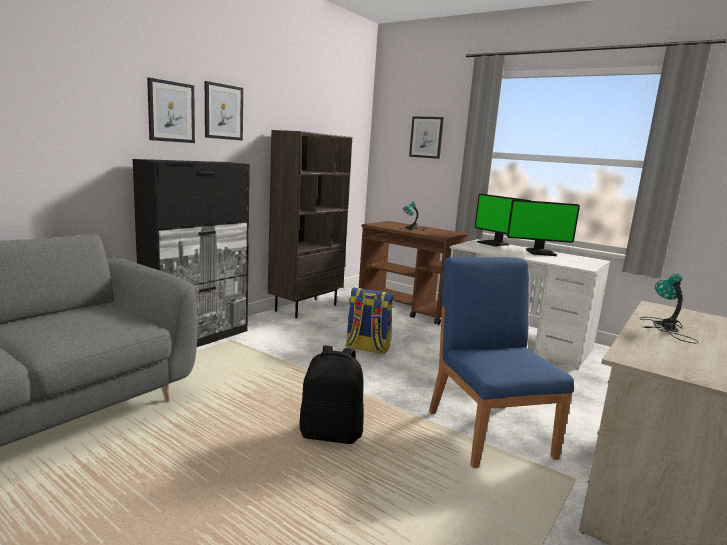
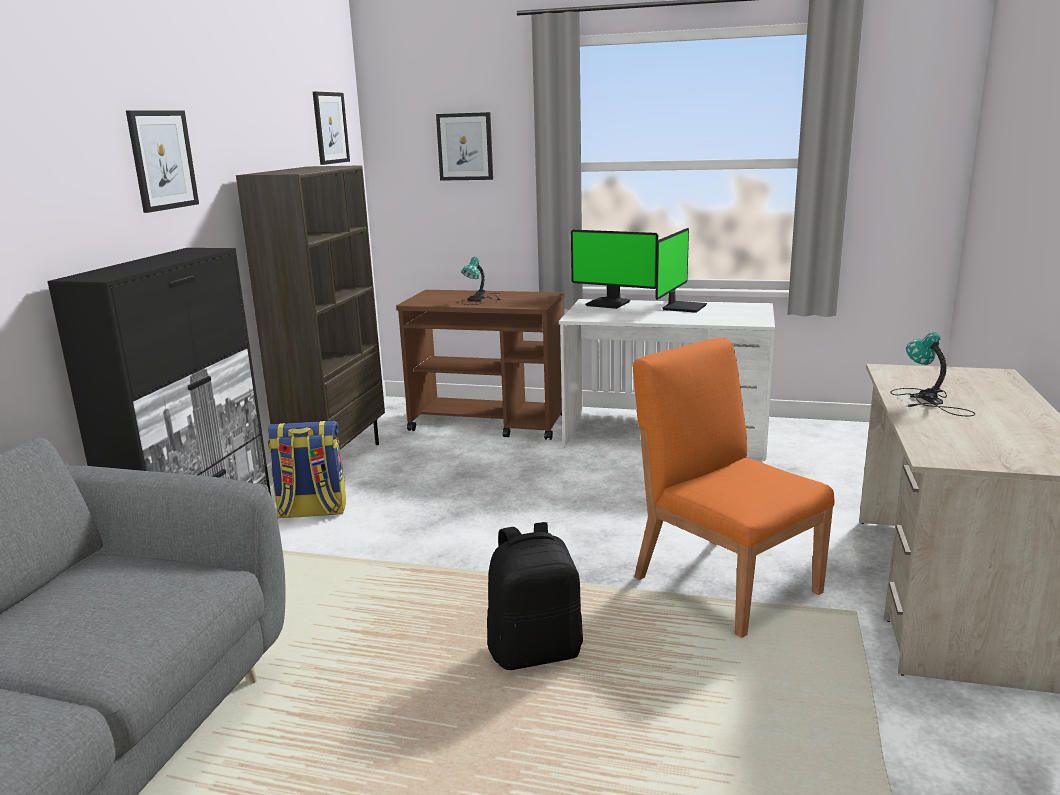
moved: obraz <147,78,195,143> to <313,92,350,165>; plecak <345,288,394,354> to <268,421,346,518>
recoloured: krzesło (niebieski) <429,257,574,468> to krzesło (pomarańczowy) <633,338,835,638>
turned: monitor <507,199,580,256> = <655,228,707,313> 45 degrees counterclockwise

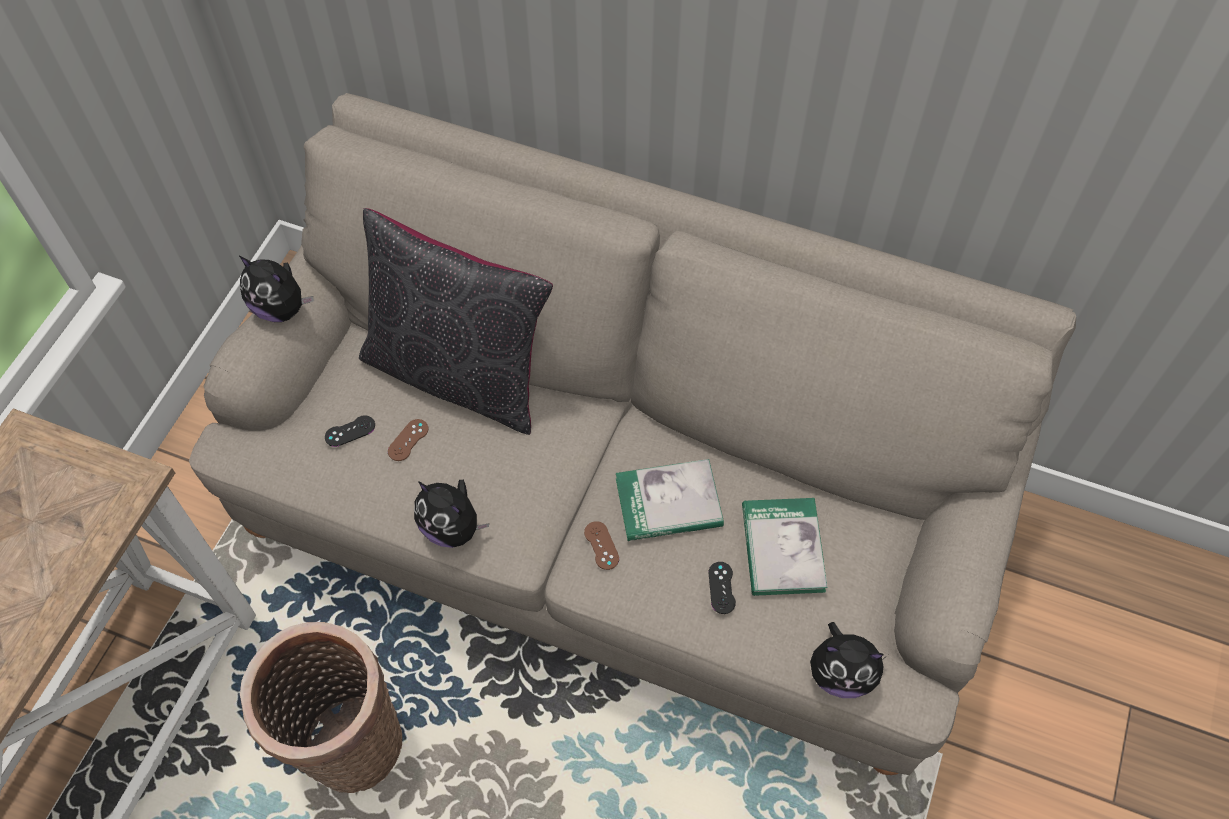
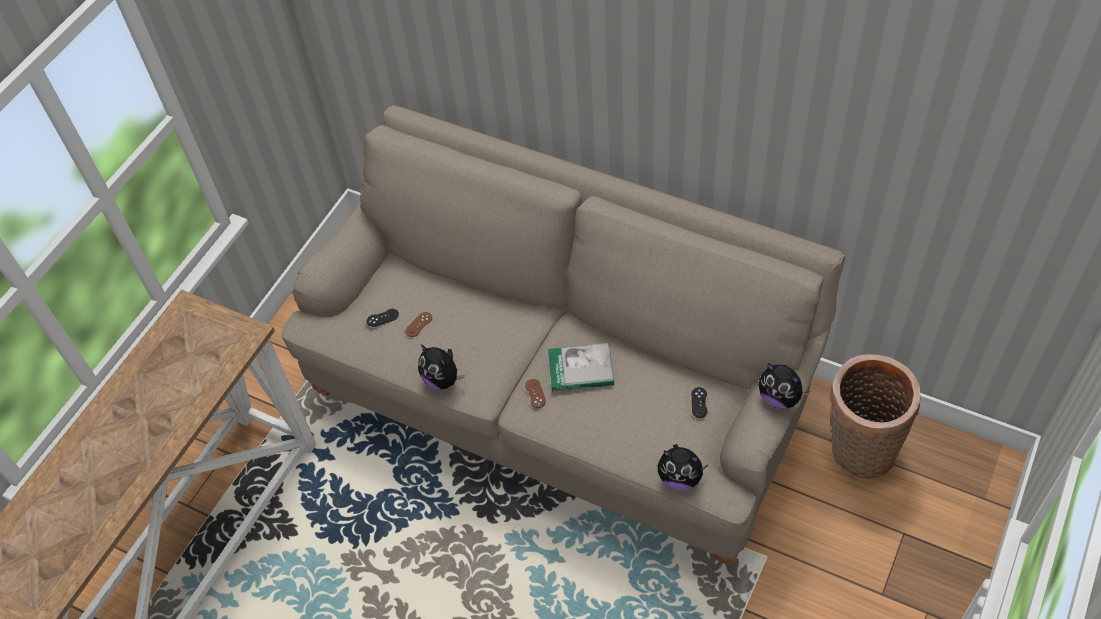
removed: poduszka (czarny) <359,208,553,435>; książka <742,498,828,596>
moved: pluszak <239,256,314,322> to <758,363,810,409>; koszyk <240,622,402,793> to <830,354,921,479>; pad do gier (czarny) <708,562,736,614> to <692,387,708,418>

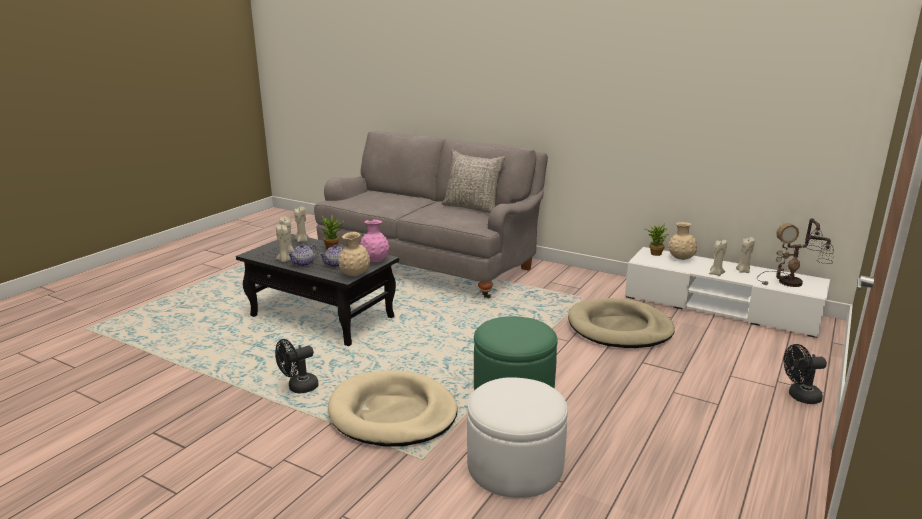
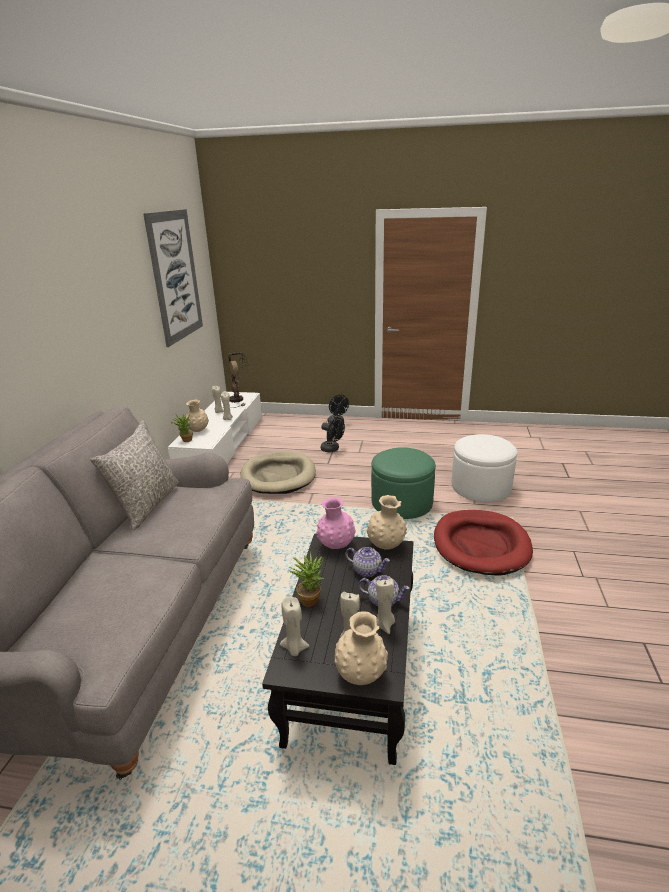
added: obraz <143,209,203,347>; wazon (beżowy) <334,612,388,685>
moved: wentylator (czarny) <275,339,318,393> to <321,417,345,452>
recoloured: legowisko (beżowy) <328,370,458,447> to legowisko (czerwony) <434,510,533,576>

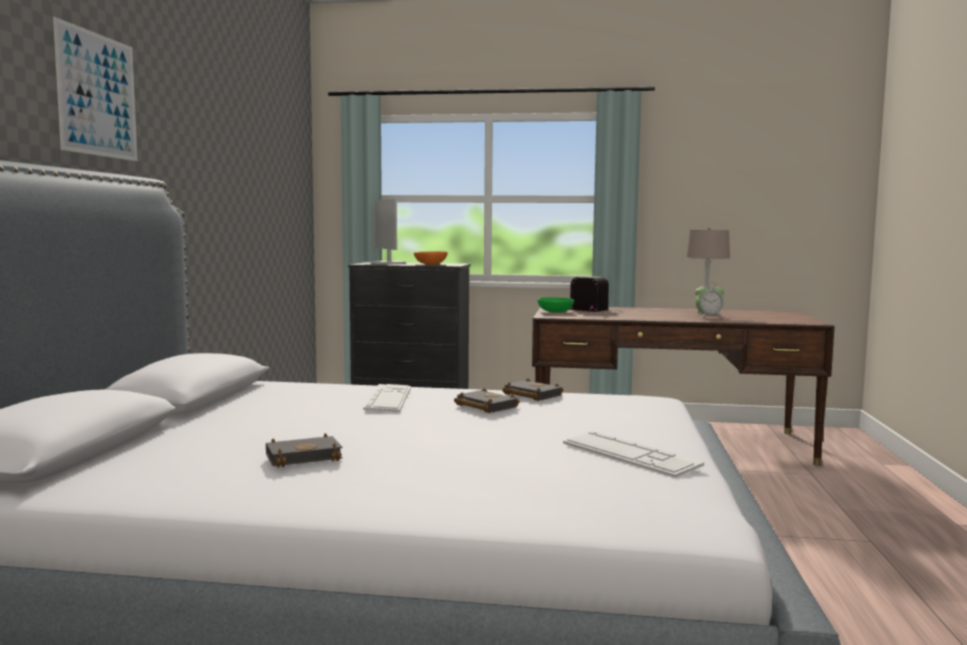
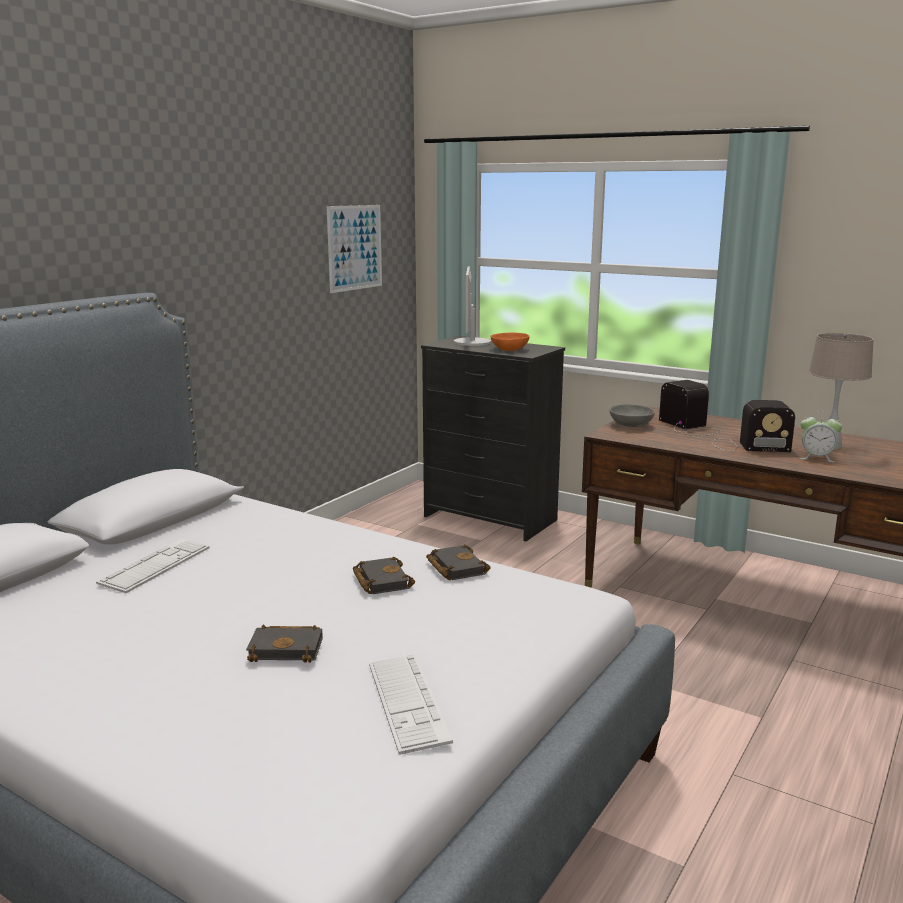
added: radio <712,400,795,452>
moved: obraz <53,17,137,161> to <327,205,382,293>; książka (czarny) <266,433,343,468> to <246,625,323,663>; klawiatura <363,384,411,412> to <96,538,209,593>
recoloured: miska (zielony) <538,297,574,313> to miska (szary) <610,404,655,427>

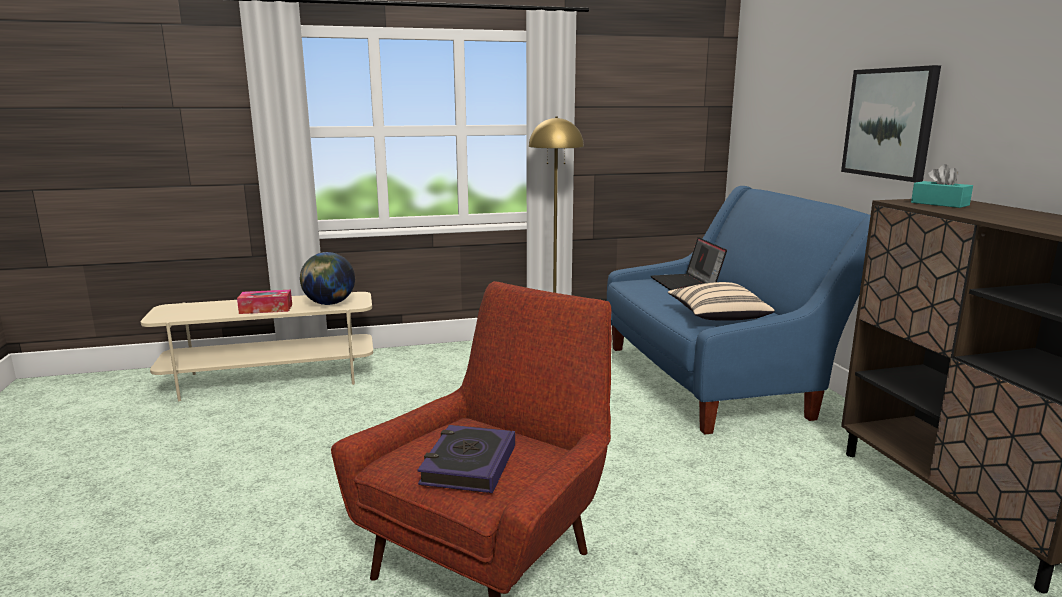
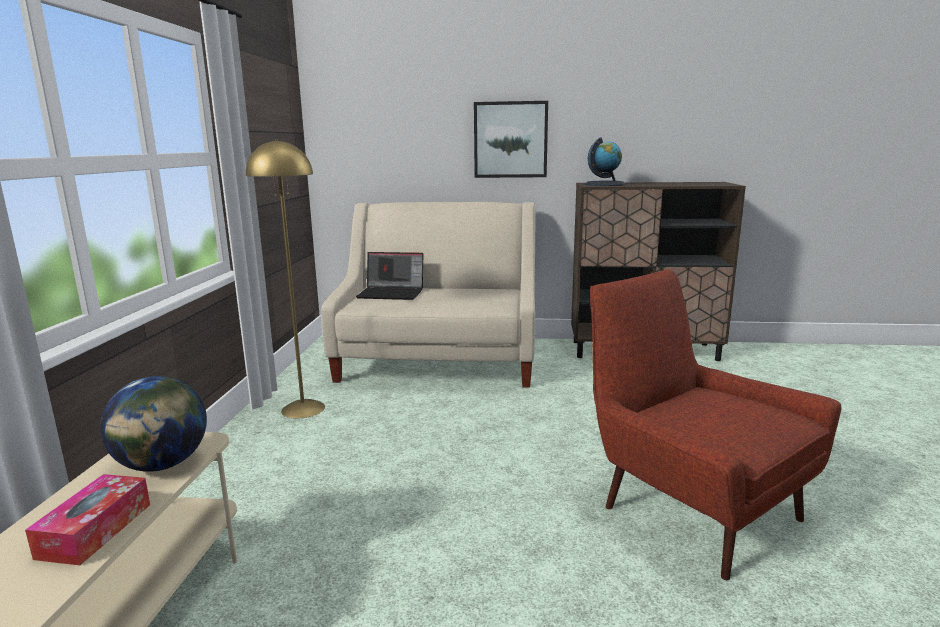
removed: książka <417,425,515,493>; poduszka (beżowy) <668,282,775,321>
replaced: pudełko chusteczek (turkusowy) <911,164,973,208> to globus <585,137,626,186>
recoloured: kanapa (niebieski) <607,186,871,435> to kanapa (beżowy) <321,202,536,388>

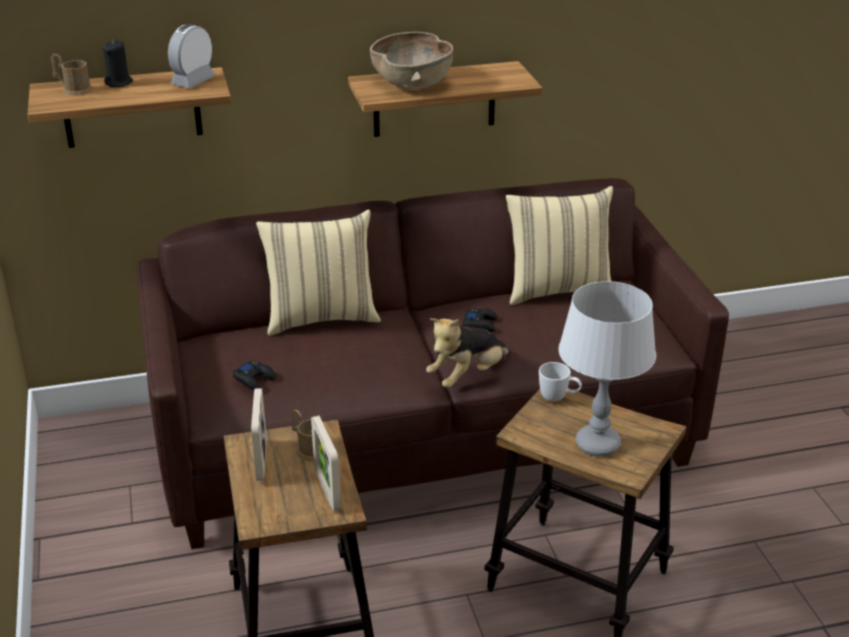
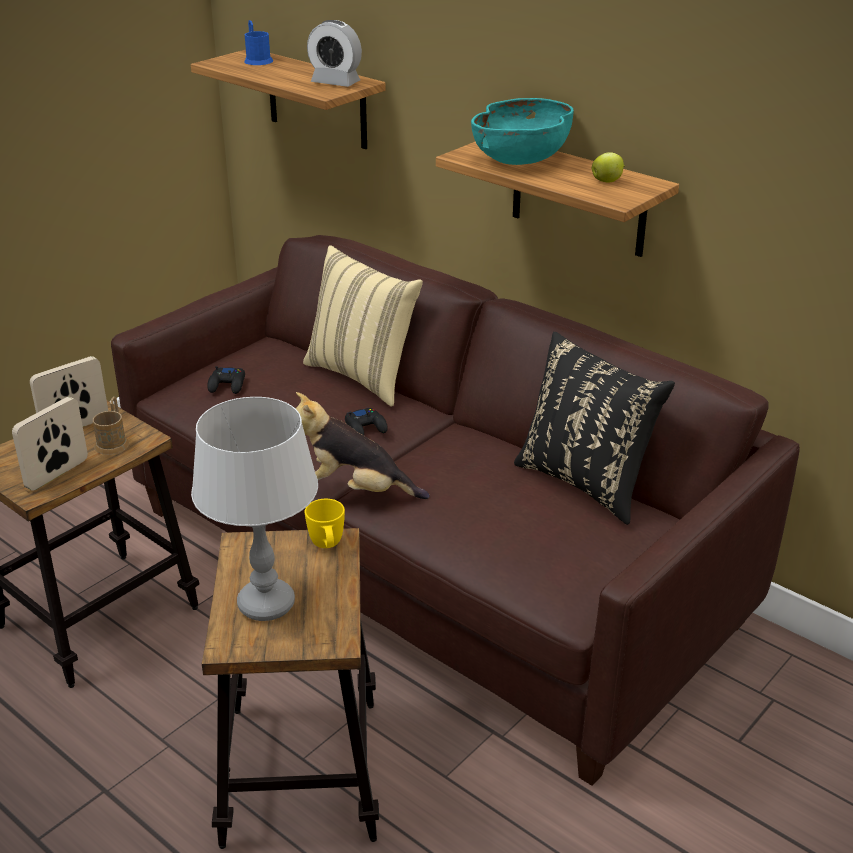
removed: świeca (czarny) <102,40,133,87>
added: jabłko <592,152,625,183>
moved: pad do gier (czarny) <463,309,497,332> to <345,408,388,435>
recoloured: kubek (brązowy) <51,54,93,96> to kubek (niebieski) <244,20,273,65>; miska (brązowy) <370,32,453,90> to miska (turkusowy) <471,98,574,165>; poduszka (beżowy) <506,186,613,305> to poduszka (czarny) <514,332,675,525>; kubek (biały) <539,362,582,401> to kubek (żółty) <305,499,345,548>
turned: budzik <168,24,215,88> = <307,20,362,87> 150 degrees counterclockwise

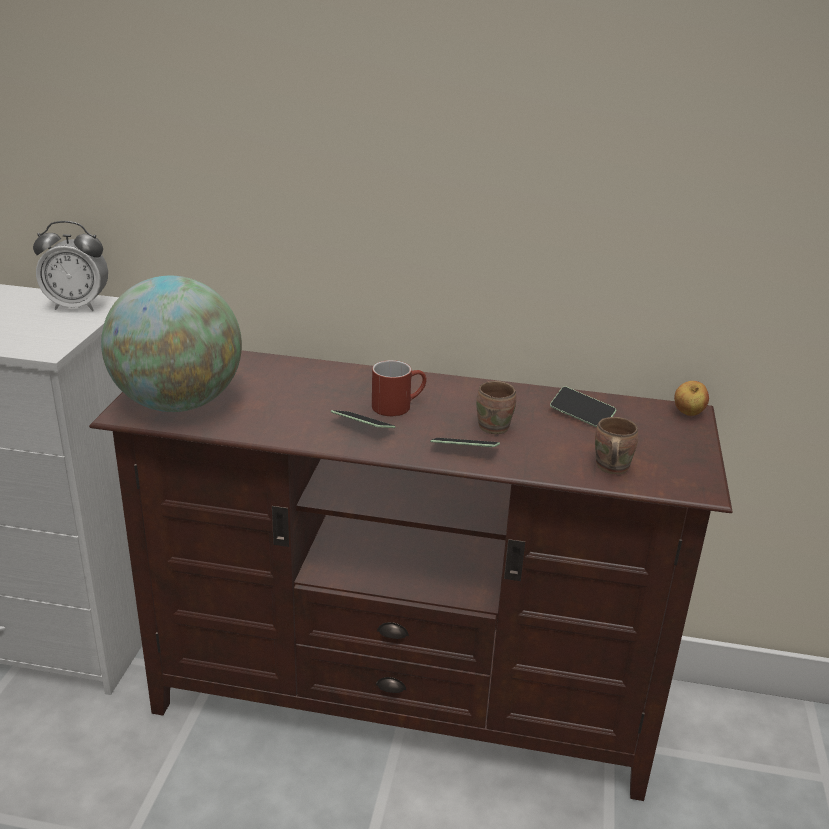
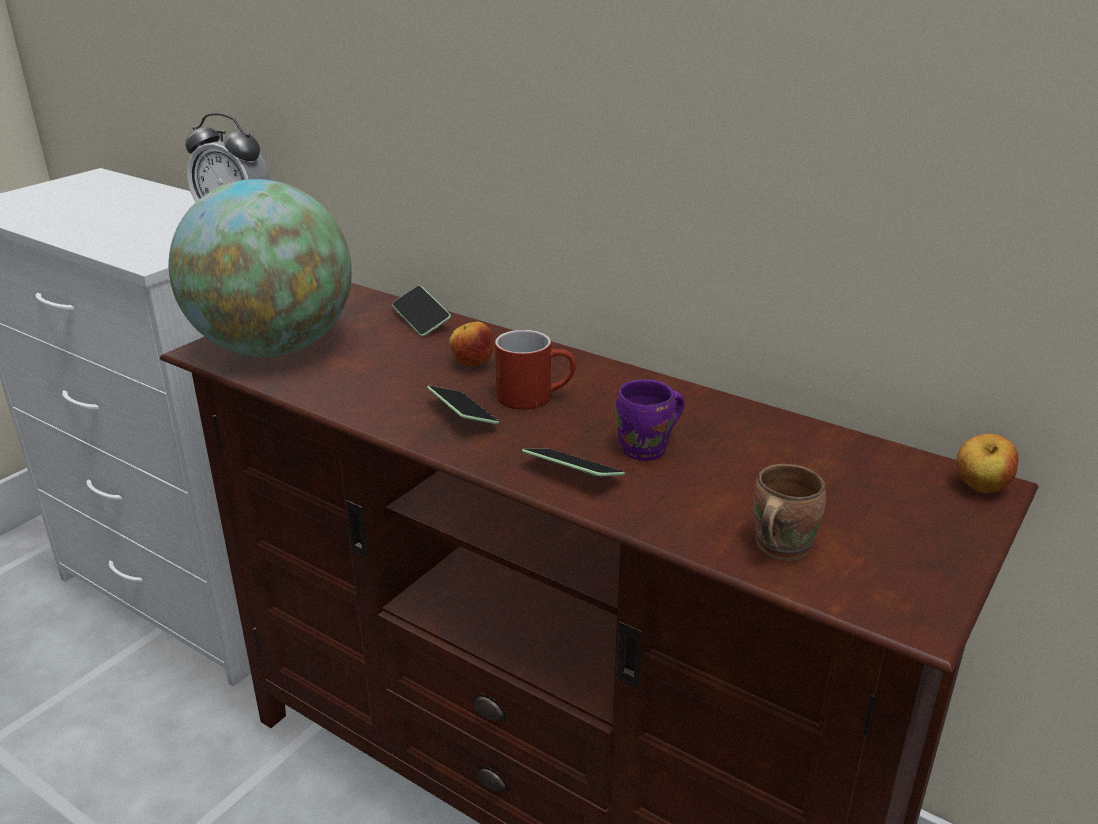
added: jabłko <449,322,494,367>
moved: telefon <550,386,616,428> to <392,286,451,336>
recoloured: kubek (brązowy) <476,381,516,434> to kubek (fioletowy) <615,379,685,461>

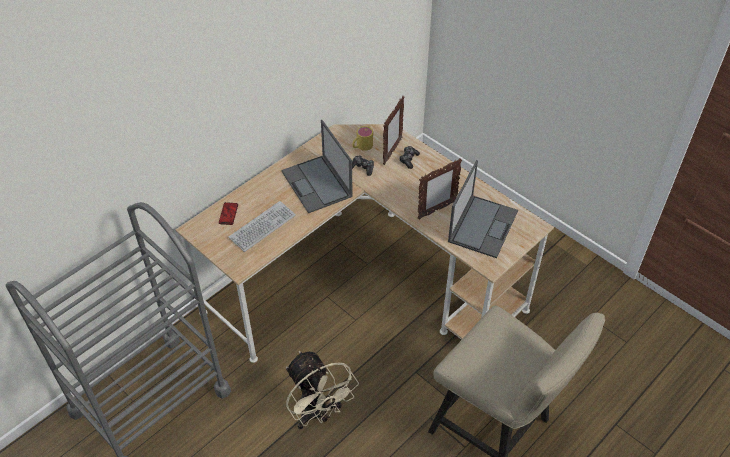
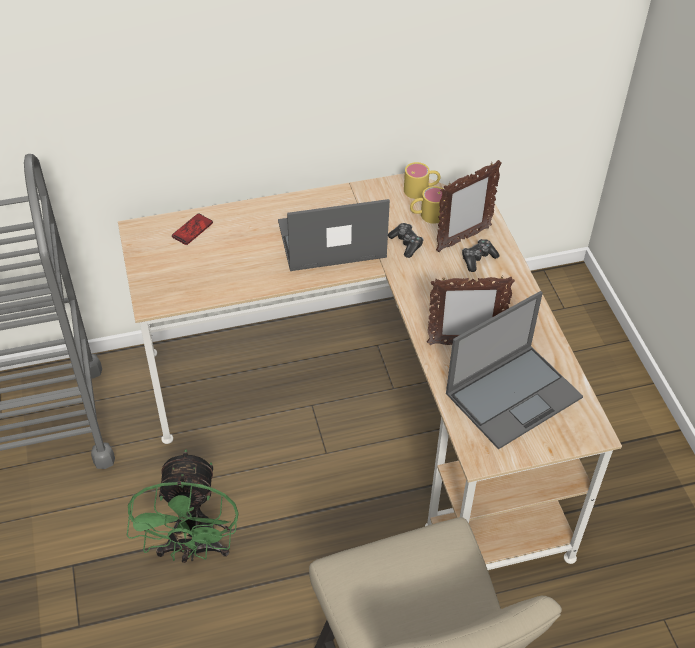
removed: klawiatura <229,201,296,252>
added: kubek (żółty) <404,162,441,199>
recoloured: wentylator (beżowy) <286,351,359,429> to wentylator (zielony) <127,450,239,563>
turned: laptop <281,120,353,214> = <278,199,390,271> 75 degrees clockwise

